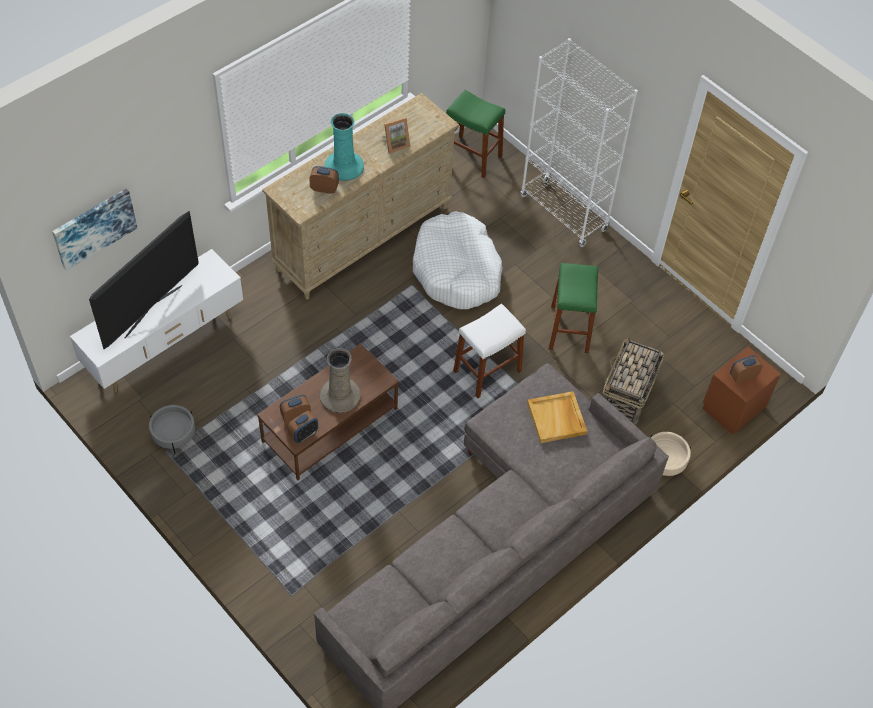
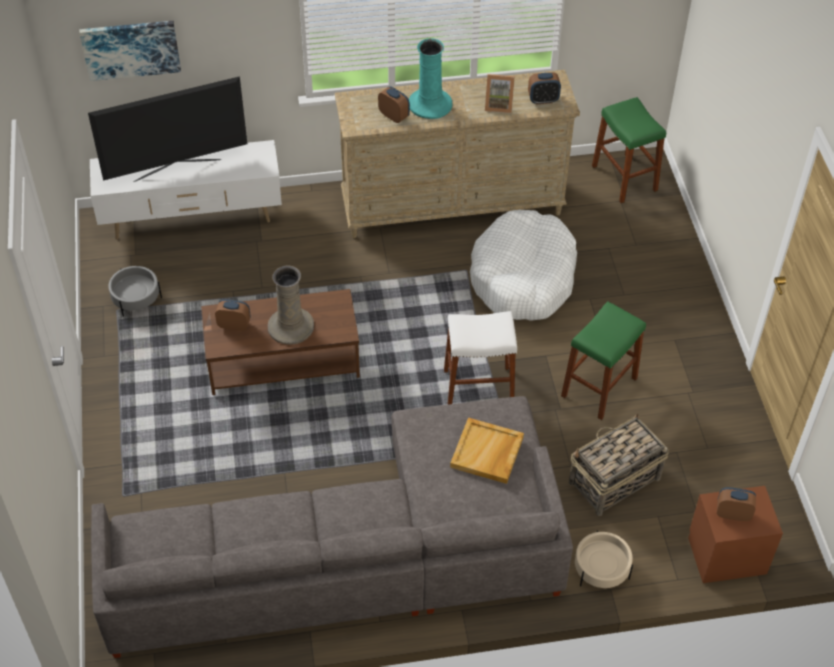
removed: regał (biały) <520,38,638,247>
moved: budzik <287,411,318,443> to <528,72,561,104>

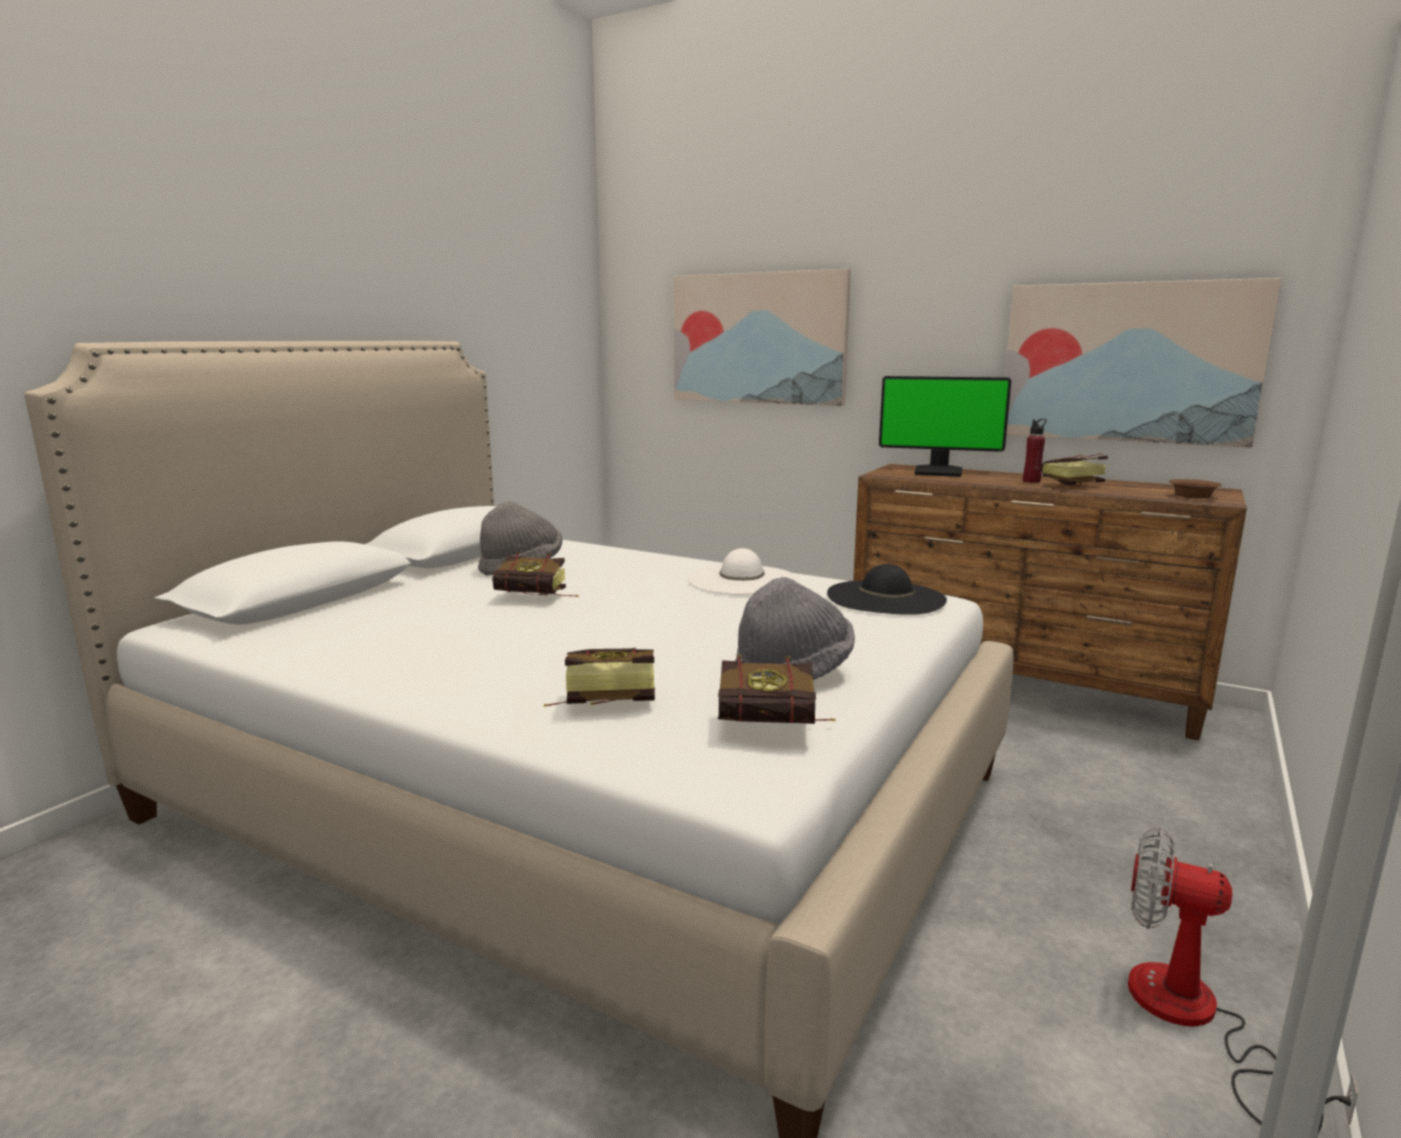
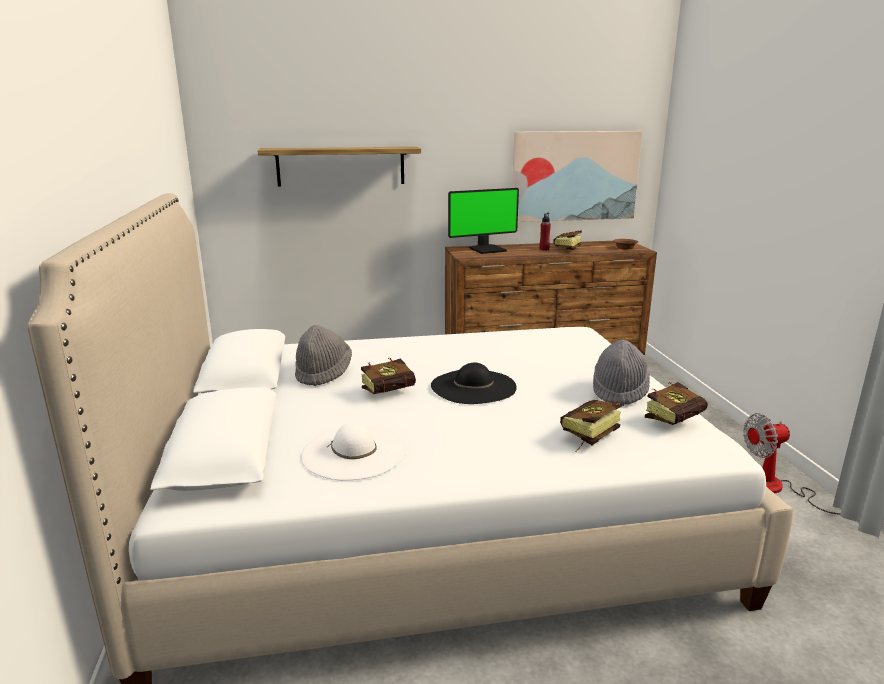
moved: kapelusz (biały) <688,548,797,594> to <301,423,407,480>; kapelusz (czarny) <827,564,947,615> to <431,363,517,404>
replaced: obraz <673,269,851,406> to półka <258,147,421,186>

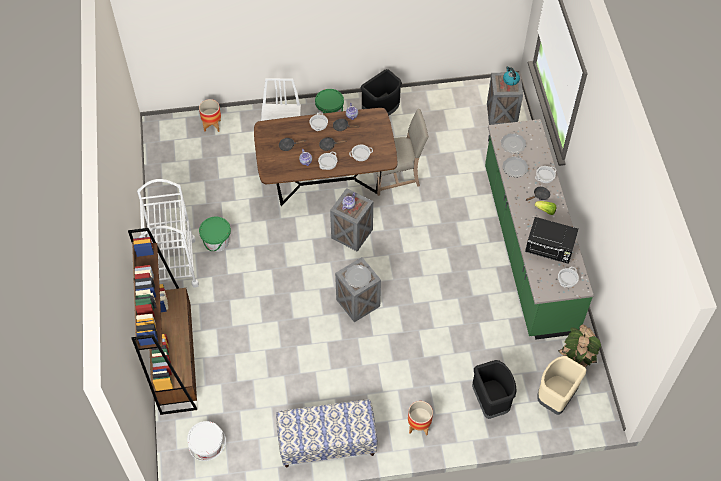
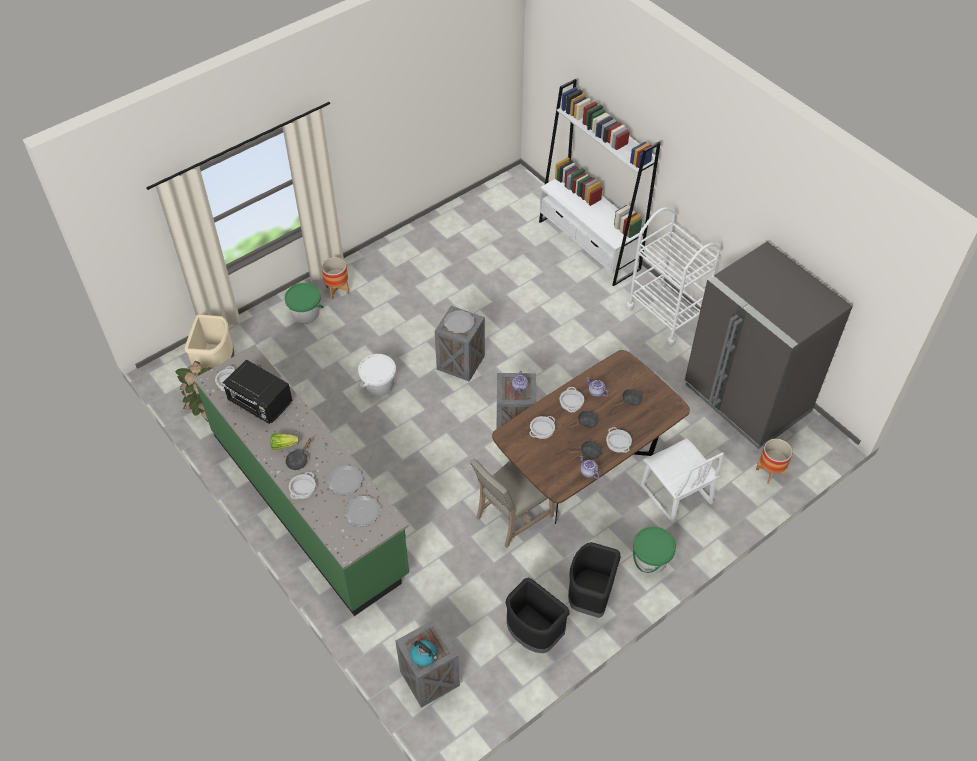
removed: ławka <276,400,378,468>
added: lodówka (szary) <685,241,853,449>
moved: wiadro (biały) <187,421,226,461> to <358,354,396,397>; wiadro (zielony) <199,217,231,252> to <285,283,324,324>; kosz na śmieci (czarny) <472,360,516,419> to <505,578,570,653>
recoloured: regał (brązowy) <128,228,197,415> to regał (biały) <539,79,661,286>
turned: mikrofalówka (czarny) <525,217,579,264> = <222,359,292,424> 135 degrees counterclockwise

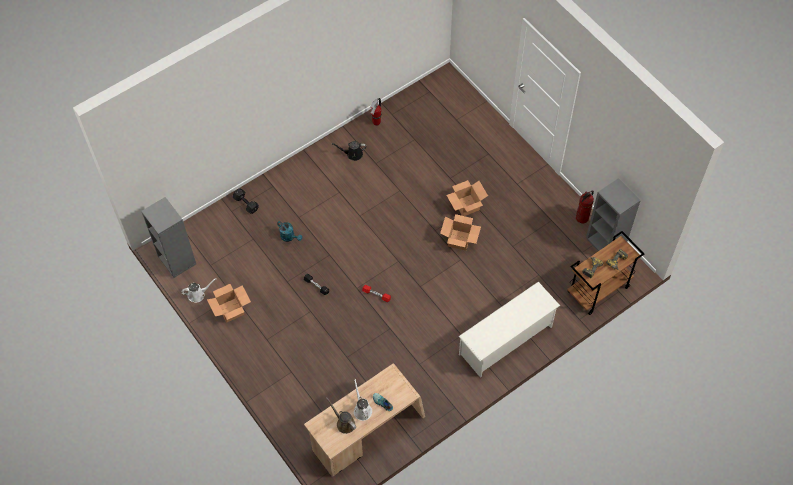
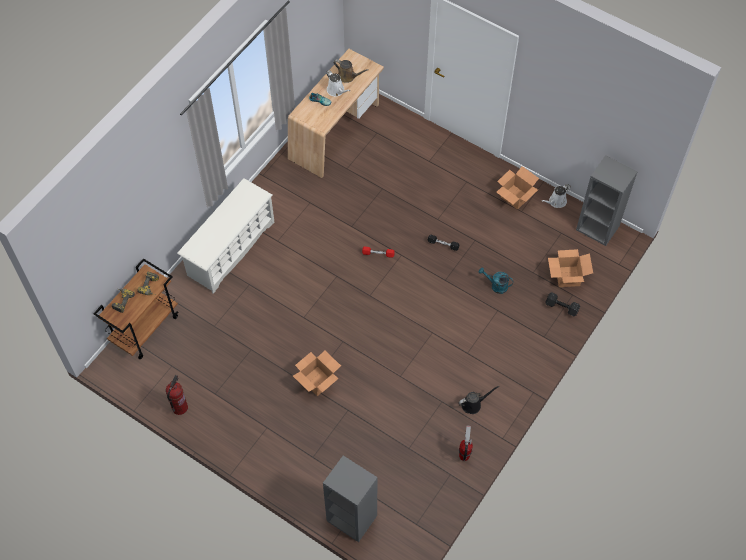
moved: karton <440,214,481,251> to <548,249,593,287>; regał (szary) <586,178,641,251> to <323,456,378,542>

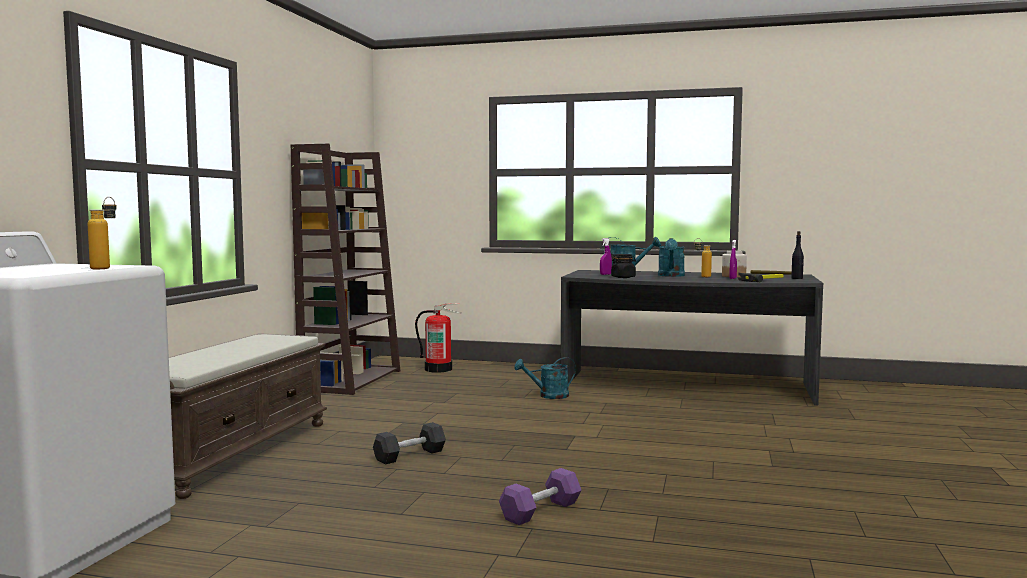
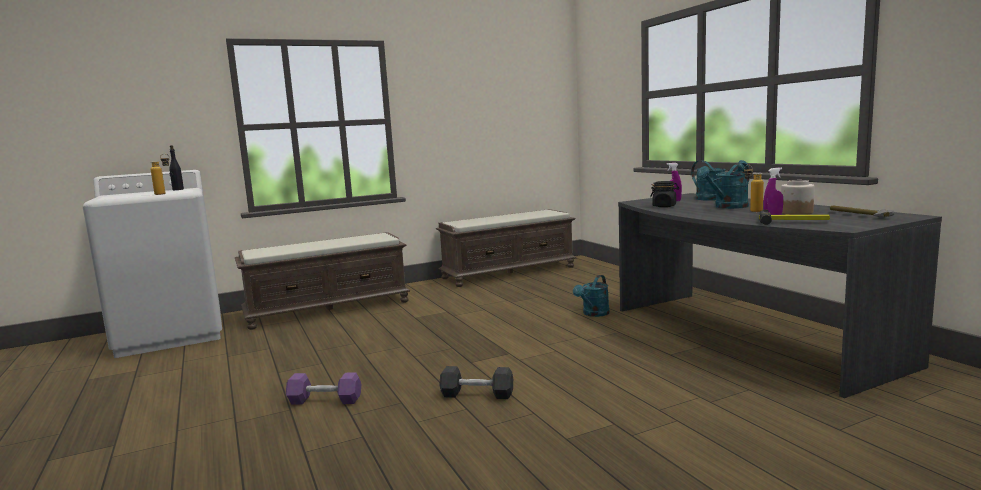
removed: gaśnica <415,303,460,373>
moved: hantel (czarny) <373,422,446,464> to <439,366,513,399>; butelka (czarny) <791,231,804,279> to <169,145,184,190>
replaced: regał (brązowy) <291,143,400,395> to ławka (brązowy) <436,209,577,287>
turned: konewka (turkusowy) <515,357,576,399> = <573,275,610,317> 90 degrees counterclockwise

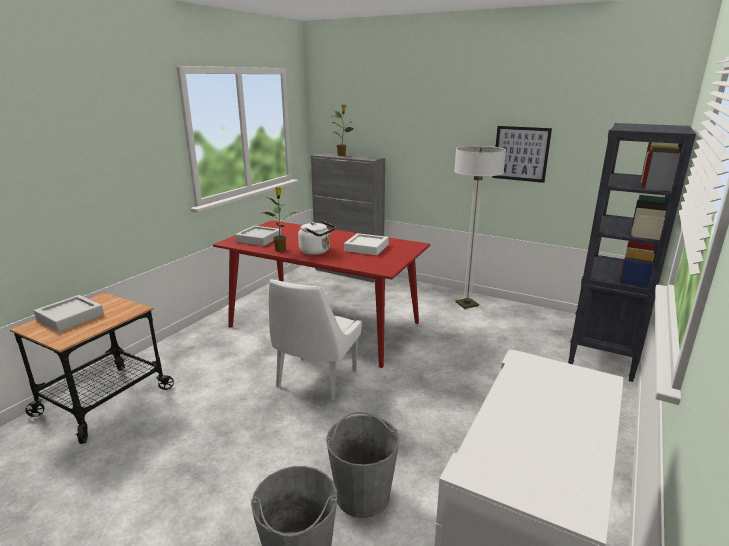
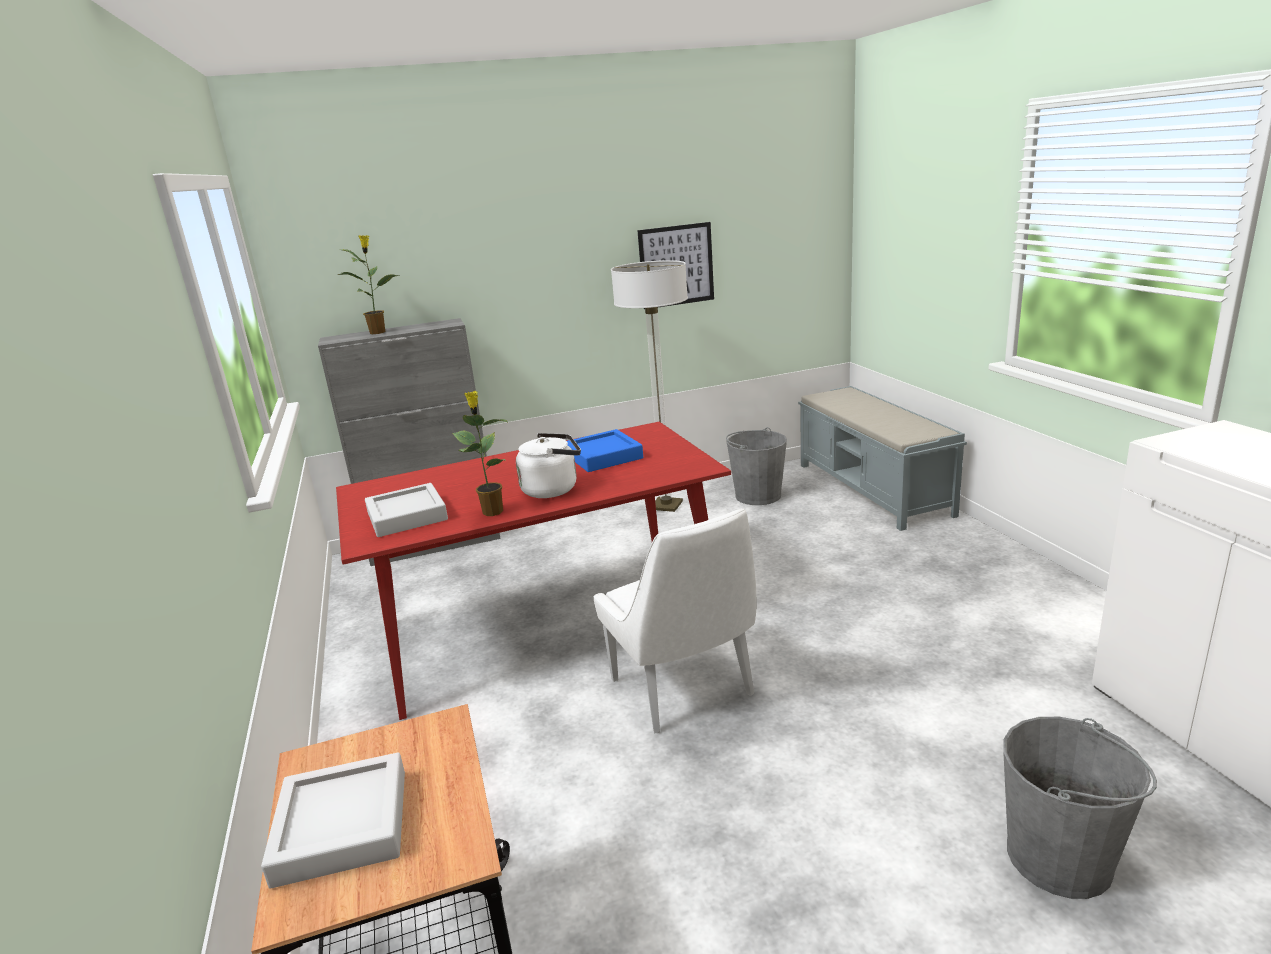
moved: wiadro (szary) <326,412,400,518> to <726,427,787,505>
replaced: regał (czarny) <568,123,696,382> to ławka (szary) <798,386,967,531>
recoloured: taca (biały) <344,233,389,255> to taca (niebieski) <567,429,643,472>

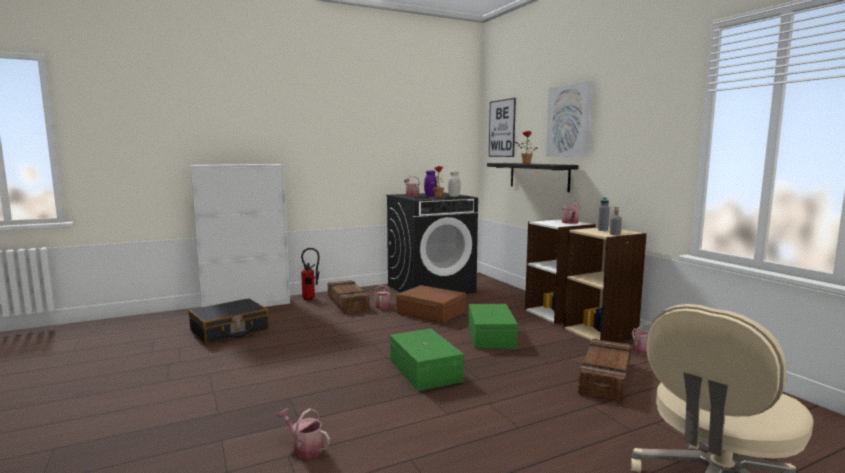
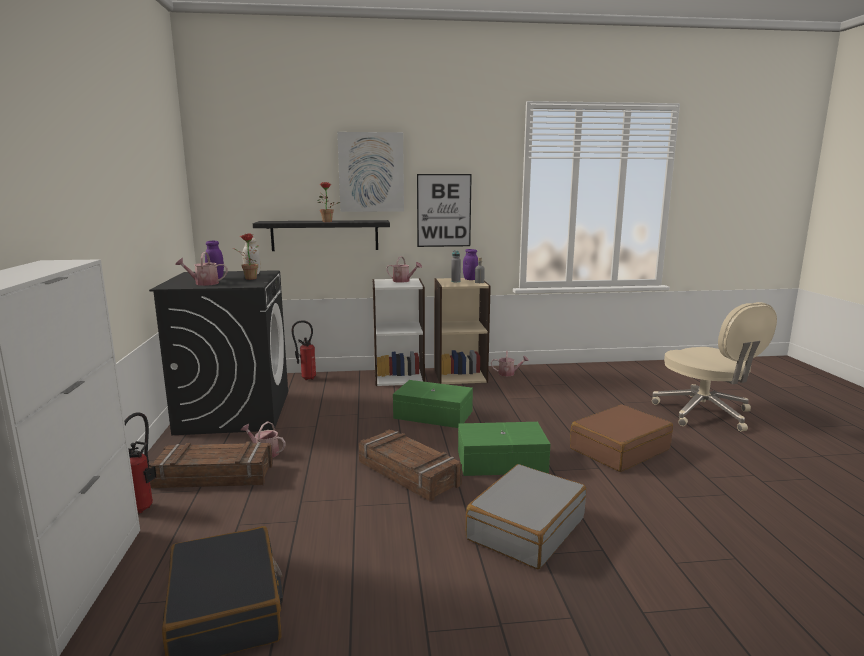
removed: konewka <278,408,330,459>
added: gaśnica <292,320,316,380>; słoik (fioletowy) <463,249,478,280>; walizka (szary) <466,464,586,569>
moved: walizka (brązowy) <396,285,467,323> to <570,404,673,472>; obraz <489,98,516,157> to <417,174,472,247>; skrzynka <578,339,631,403> to <359,430,462,502>

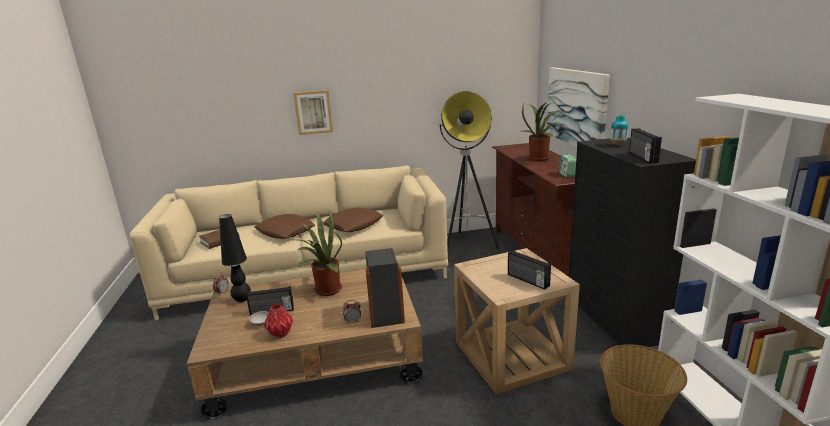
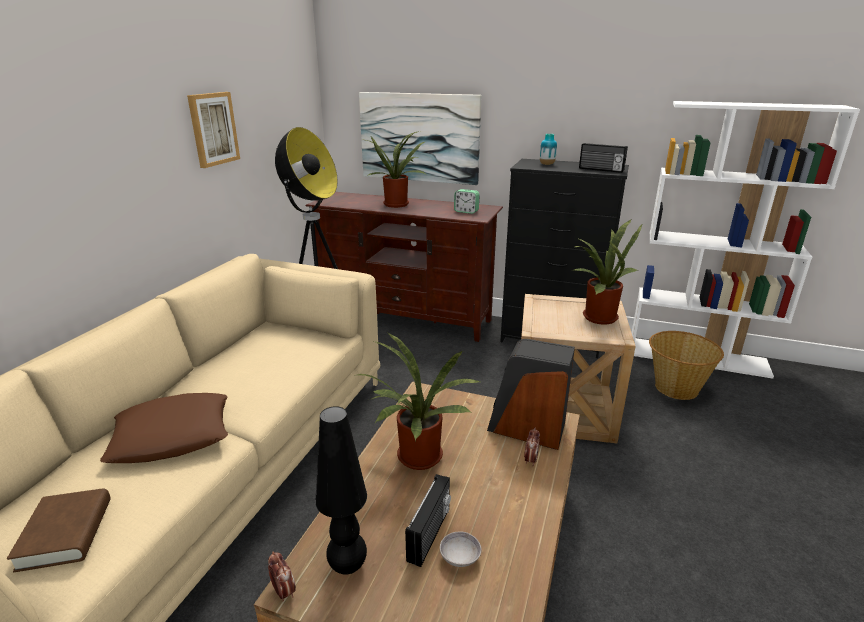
removed: wazon (czerwony) <264,304,293,338>; poduszka (brązowy) <323,208,383,232>
moved: obraz <293,90,333,135> to <187,92,240,168>
replaced: radio <508,250,551,290> to roślina doniczkowa <574,219,643,325>

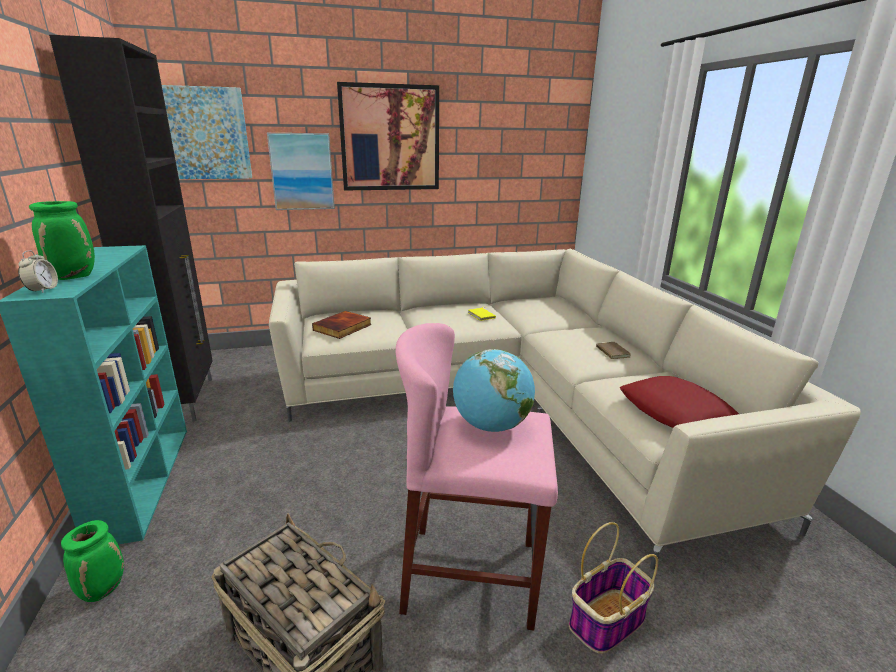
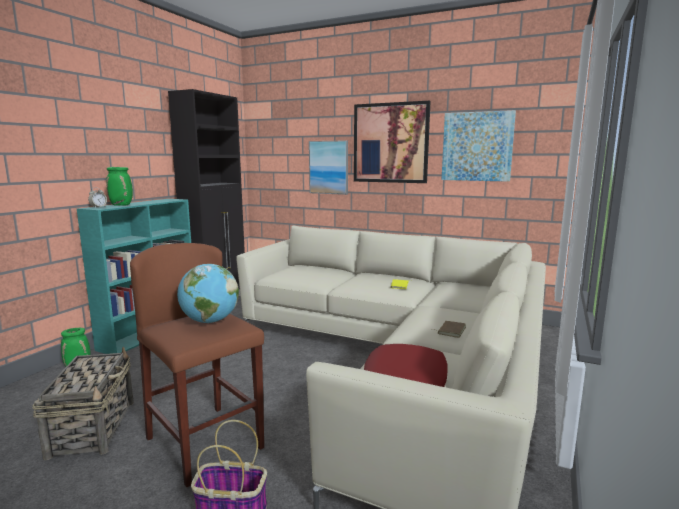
removed: książka <312,311,372,339>
moved: obraz <162,85,252,179> to <442,110,516,182>
recoloured: stołek (różowy) <396,323,558,631> to stołek (brązowy) <130,243,264,487>

